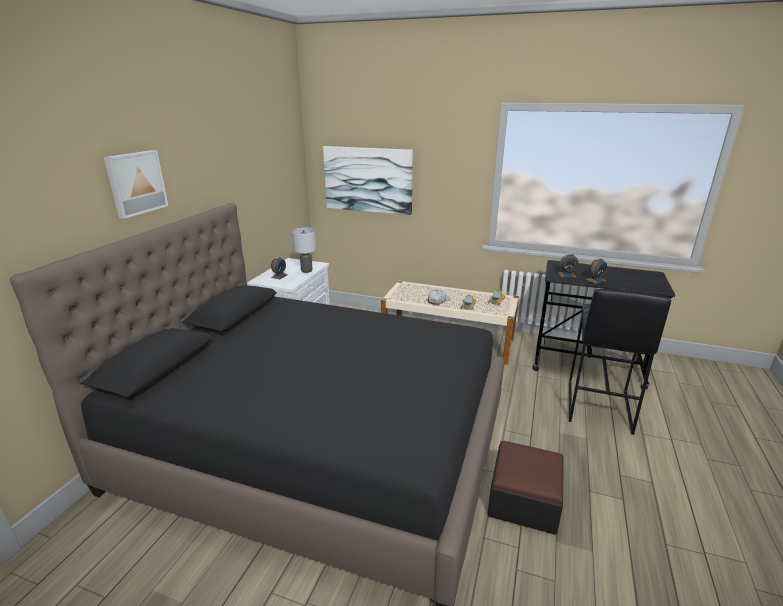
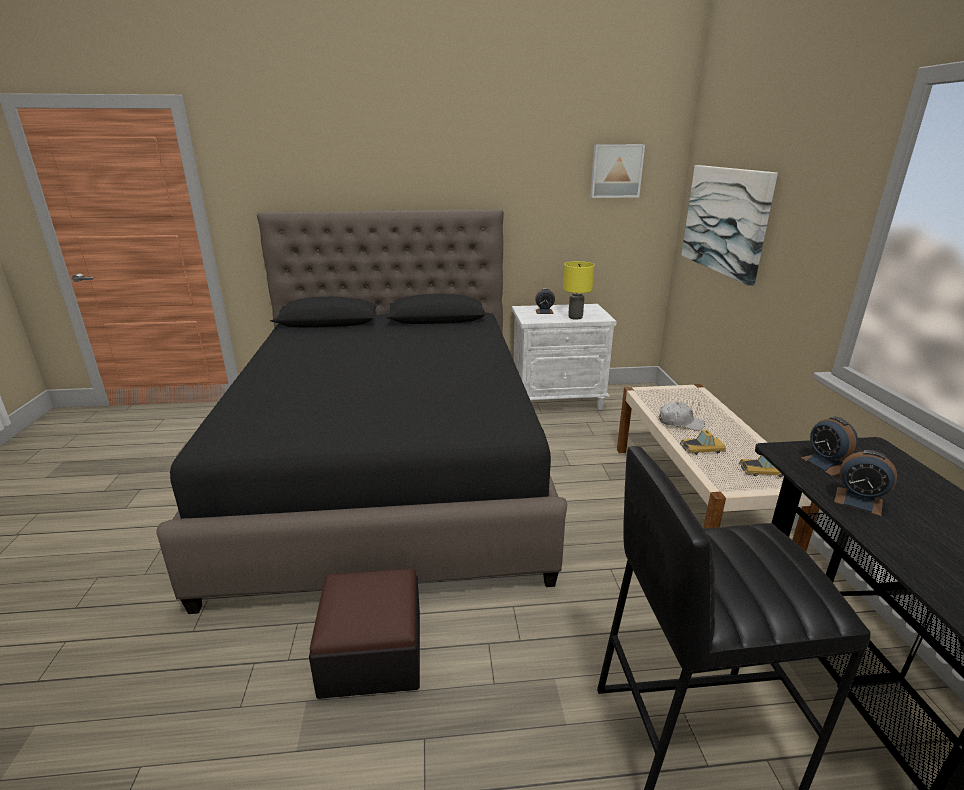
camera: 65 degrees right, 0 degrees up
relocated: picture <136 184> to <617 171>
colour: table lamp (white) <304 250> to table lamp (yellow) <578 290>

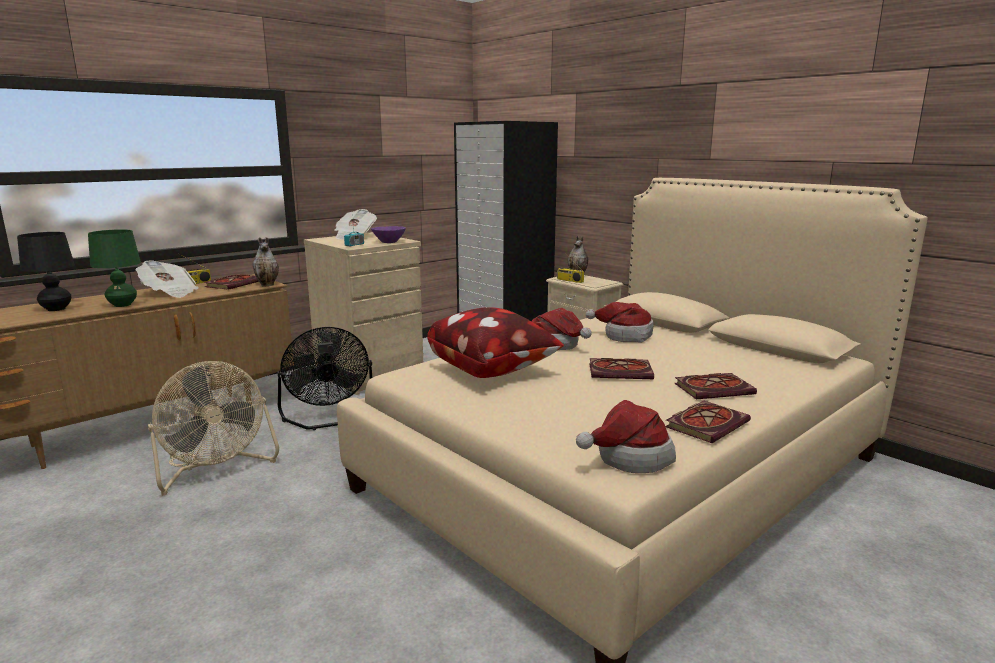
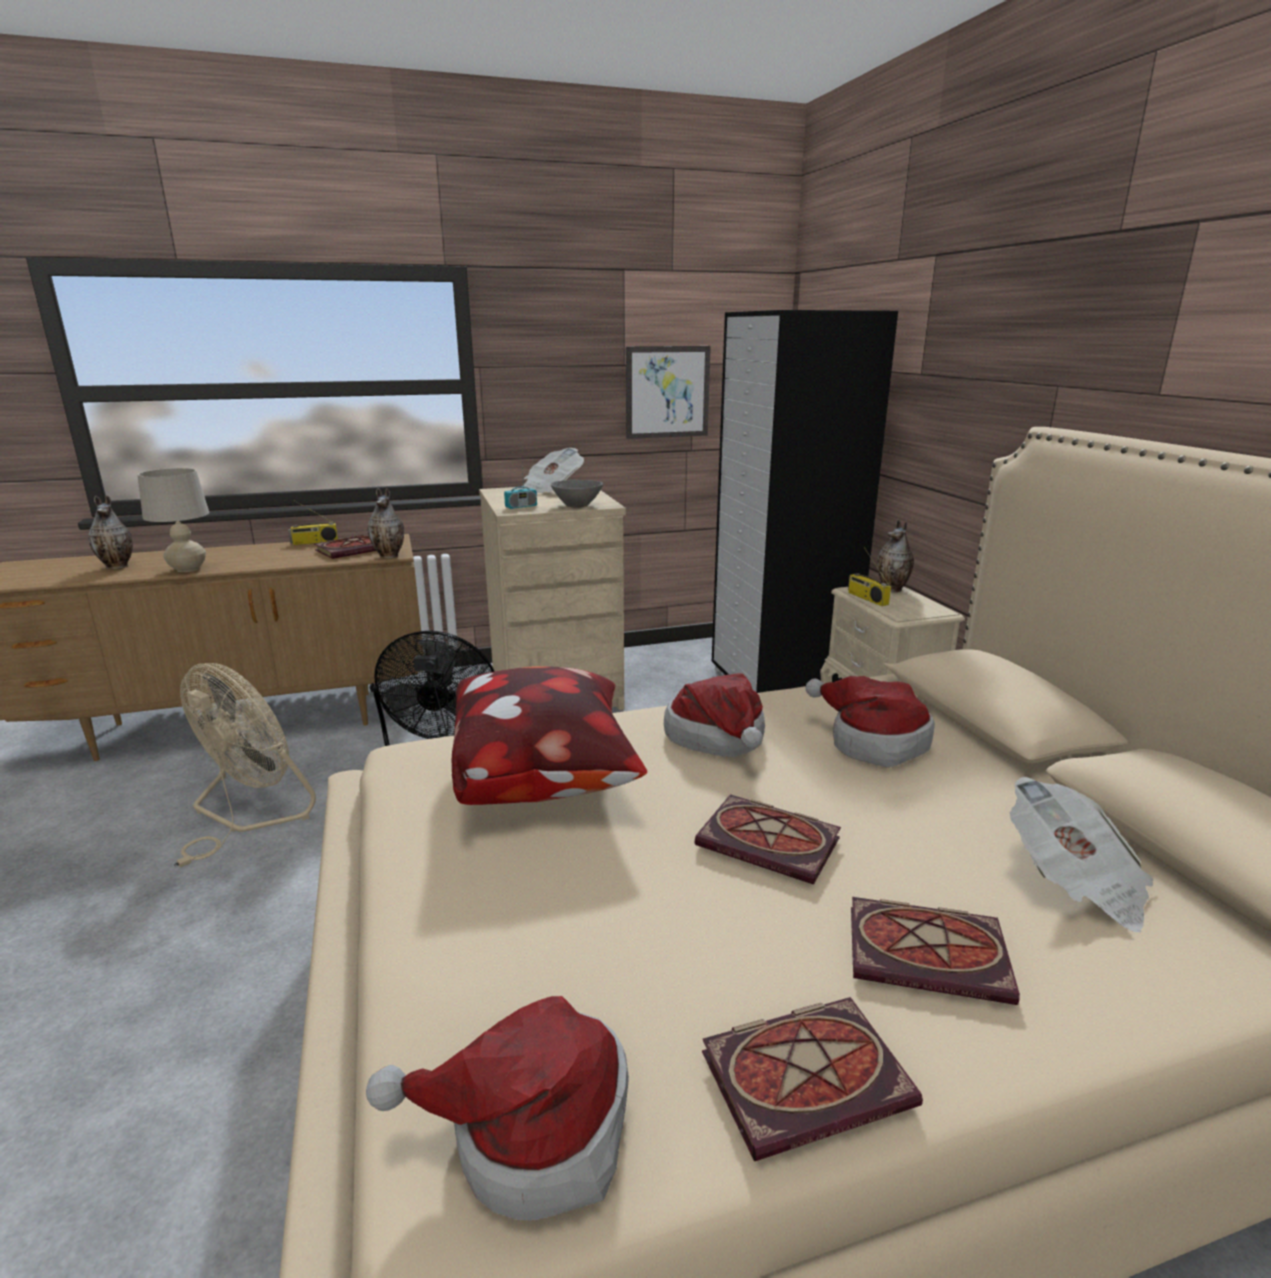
camera: 25 degrees right, 5 degrees up
appeared: picture <668 392>
relocated: newspaper <167 279> to <1081 854>
exchanged: table lamp (black) <46 271> to vase <110 532>
colour: table lamp (green) <114 268> to table lamp (beige) <173 520>; bowl (purple) <388 234> to bowl (grey) <577 494>
spun: fan (beige) <213 428> = <245 765> 135 degrees counterclockwise

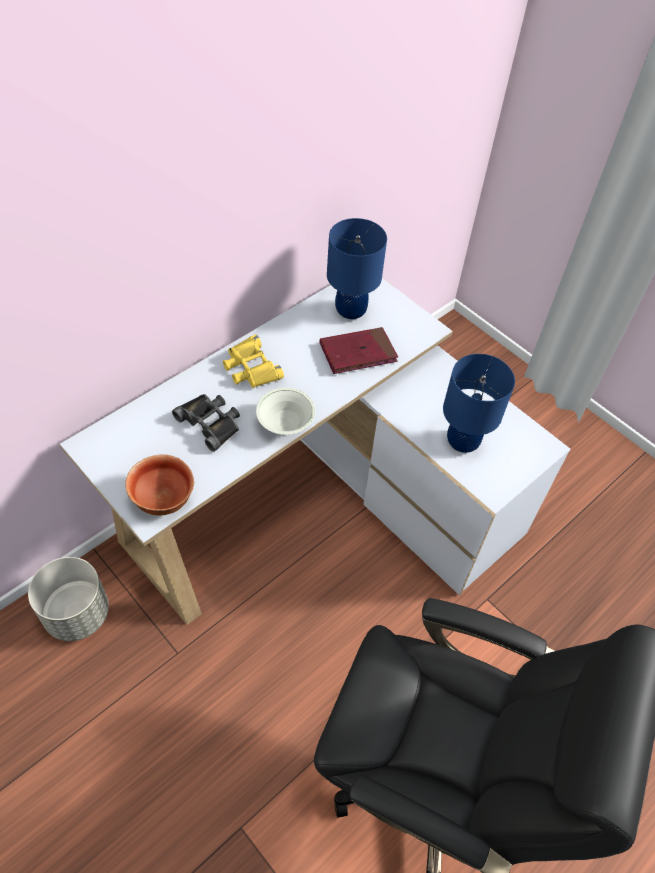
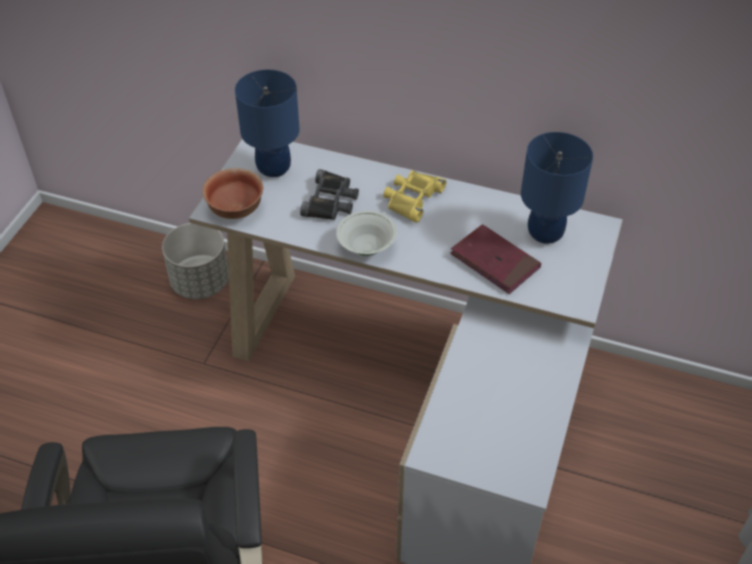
camera: 65 degrees right, 5 degrees down
relocated: table lamp (blue) <479 403> to <267 123>

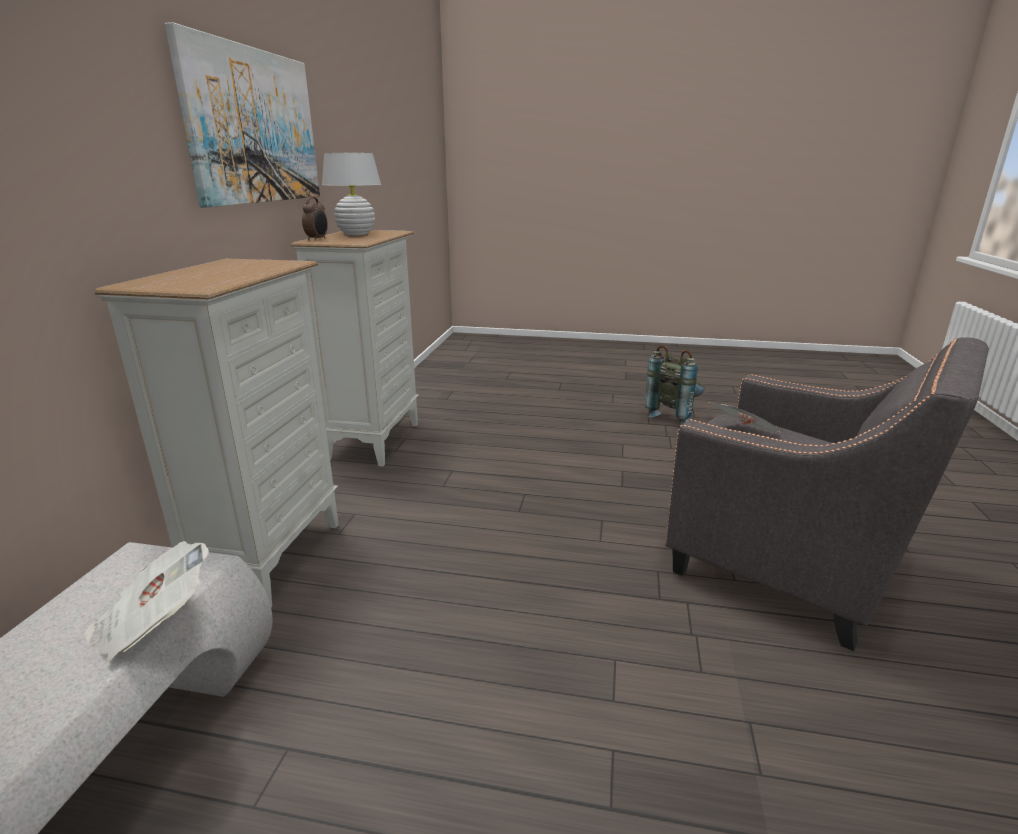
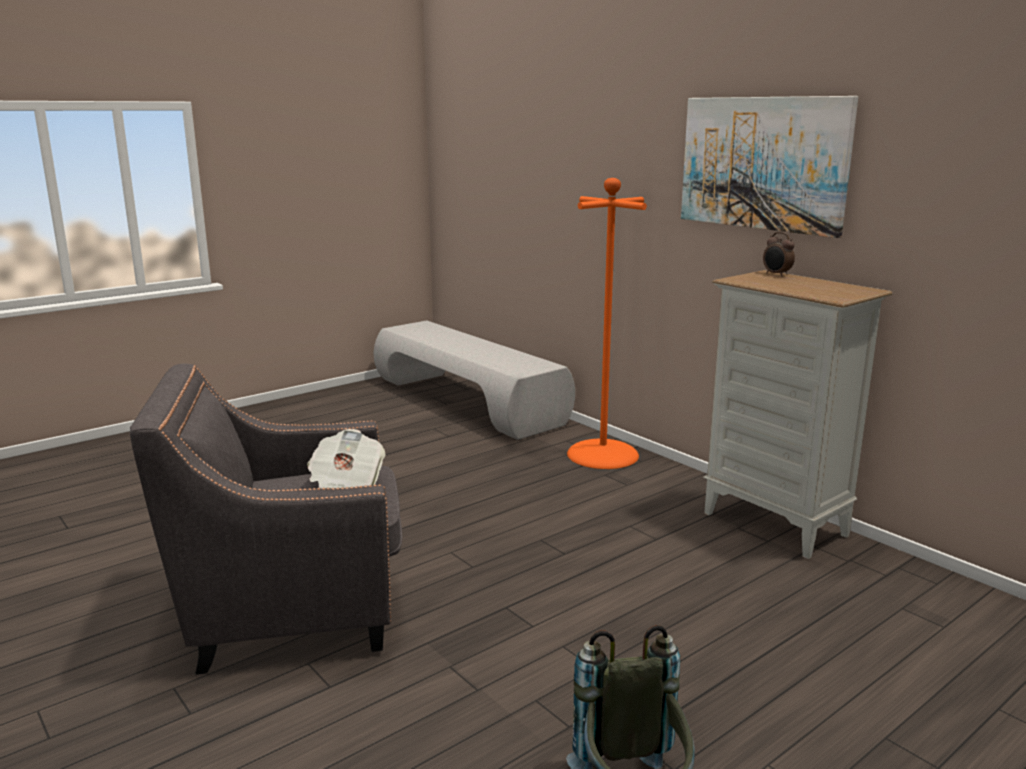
camera: 130 degrees right, 5 degrees down
missing: newspaper <146 601>; table lamp (white) <351 194>
exchanged: dresser (white) <216 432> to clothes rack (orange) <607 323>

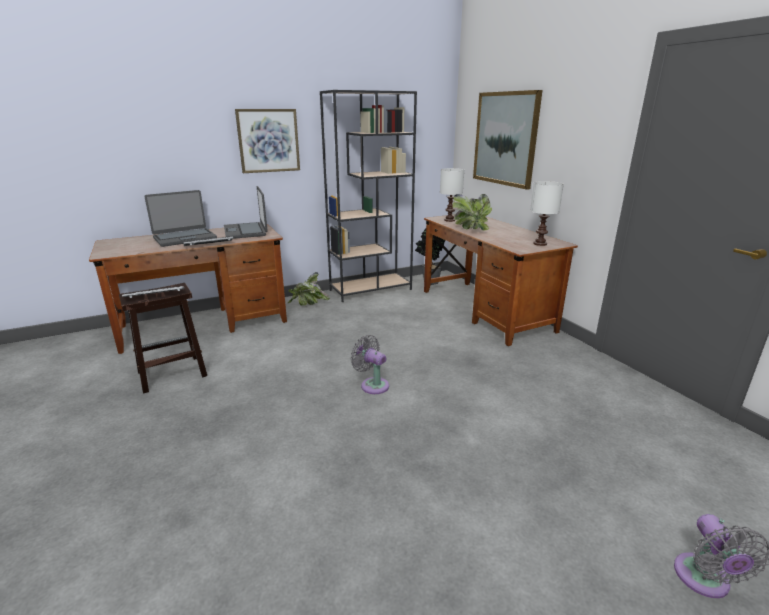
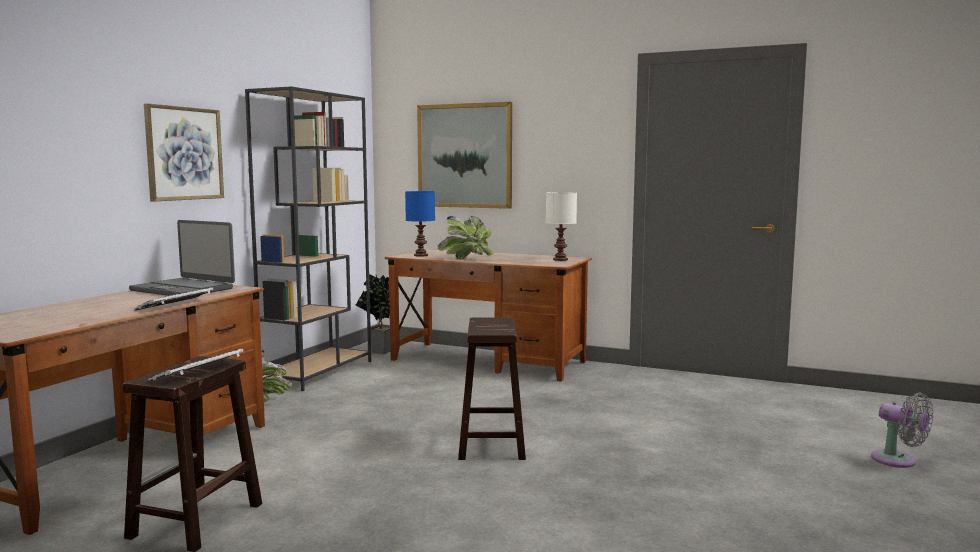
camera: 40 degrees left, 15 degrees down
missing: laptop <181 218>
exchanged: fan (grey) <369 364> to stool (brown) <492 389>
colour: table lamp (white) <452 195> to table lamp (blue) <420 224>

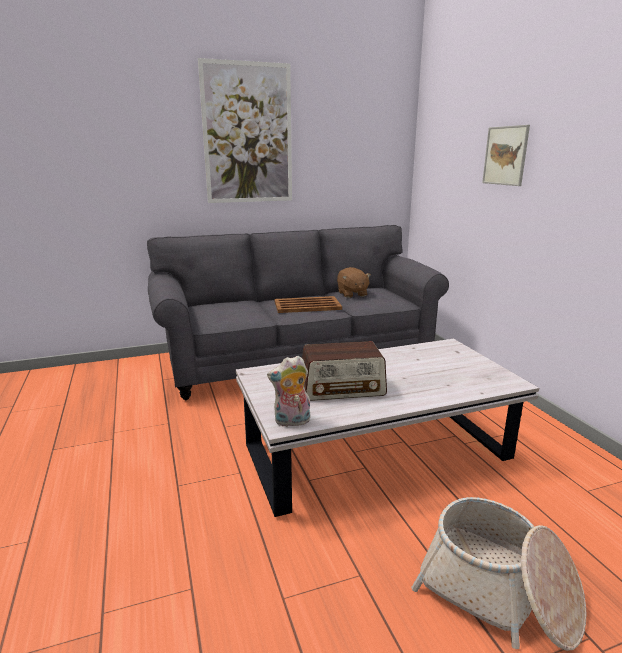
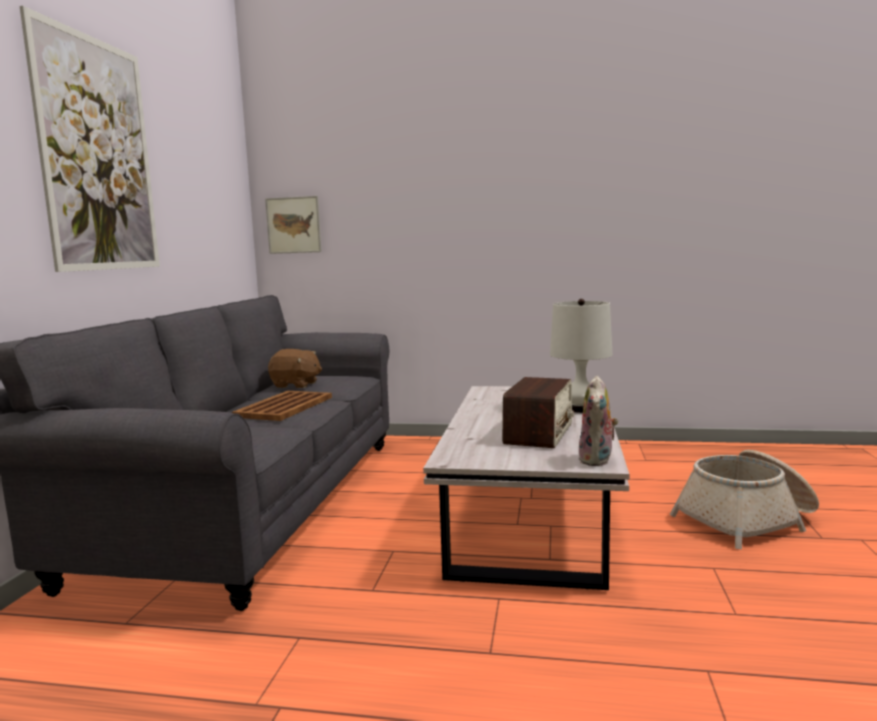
camera: 60 degrees left, 10 degrees down
appeared: table lamp (white) <581 356>
relocated: picture <506 155> to <293 225>

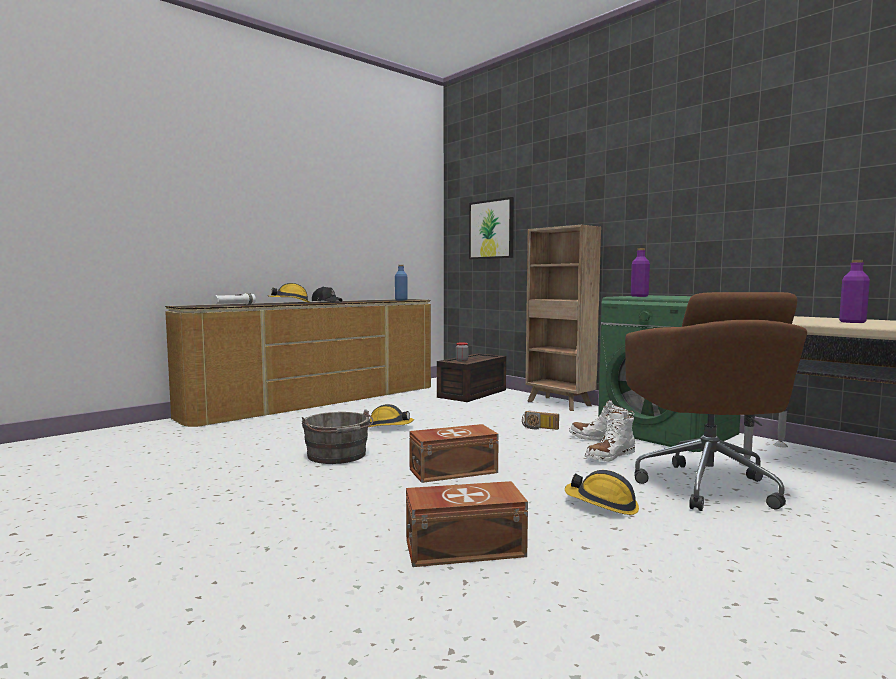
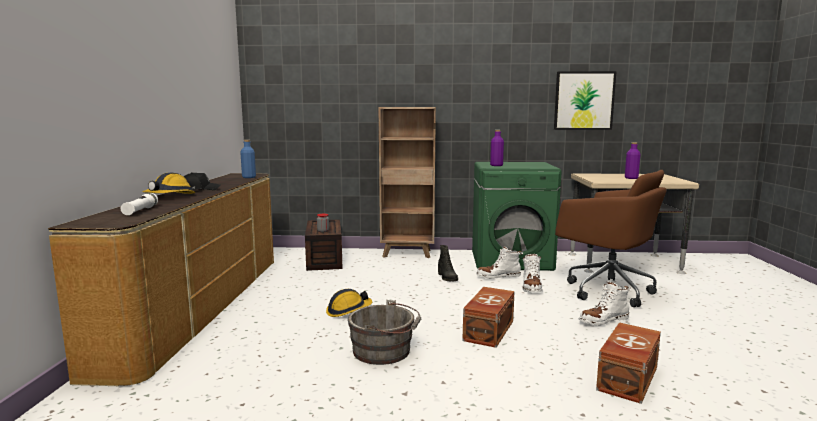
camera: 45 degrees left, 5 degrees up
relocated: picture <491 228> to <585 100>
exchanged: radio <540 420> to boot (black) <448 263>; hard hat <602 492> to boot (white) <605 303>

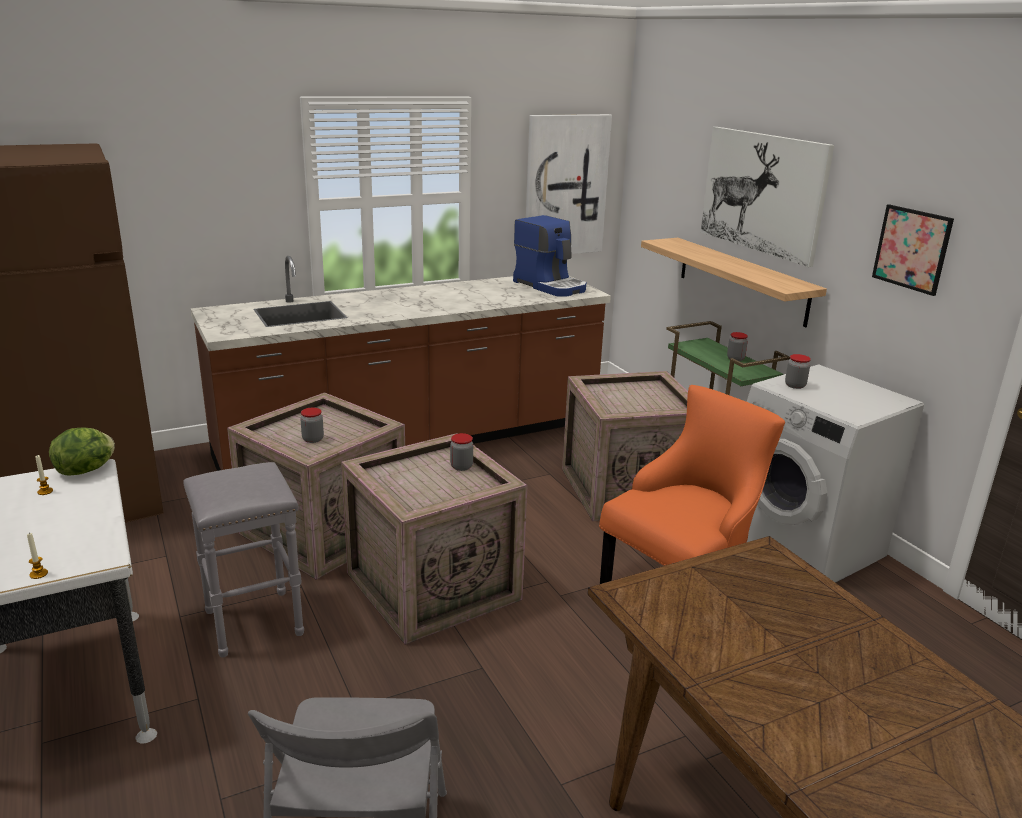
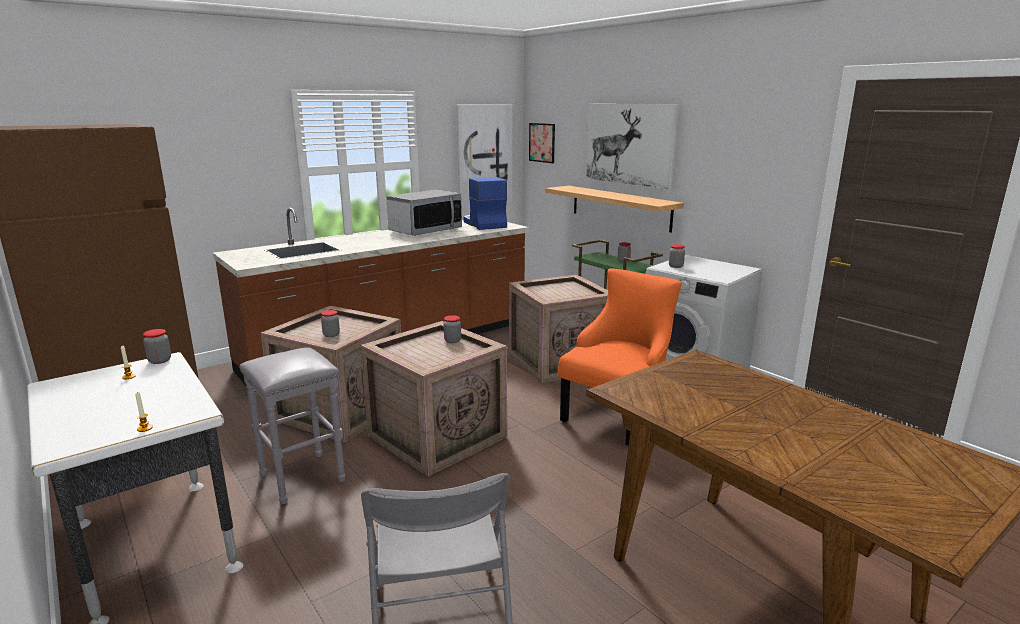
camera: 10 degrees left, 5 degrees down
appeared: microwave <424 213>
relocated: picture <913 250> to <542 143>
exchanged: lettuce <82 451> to jar <157 346>
spun: coffee machine <549 255> = <485 203> 150 degrees counterclockwise

